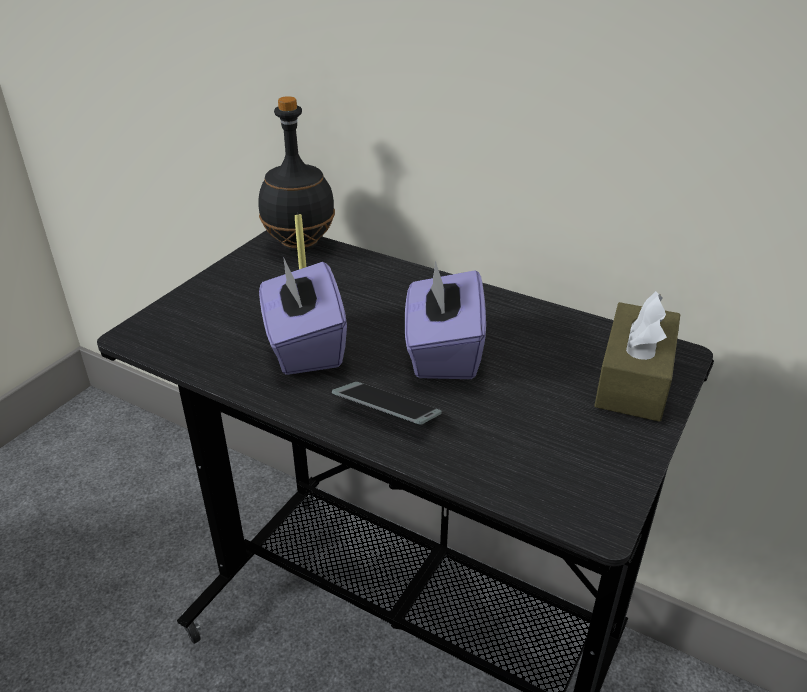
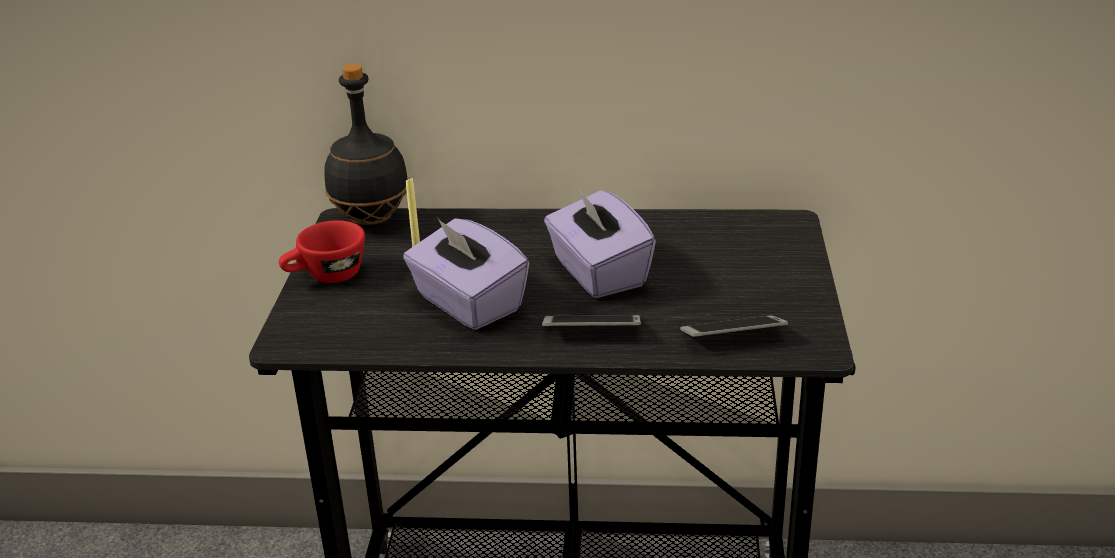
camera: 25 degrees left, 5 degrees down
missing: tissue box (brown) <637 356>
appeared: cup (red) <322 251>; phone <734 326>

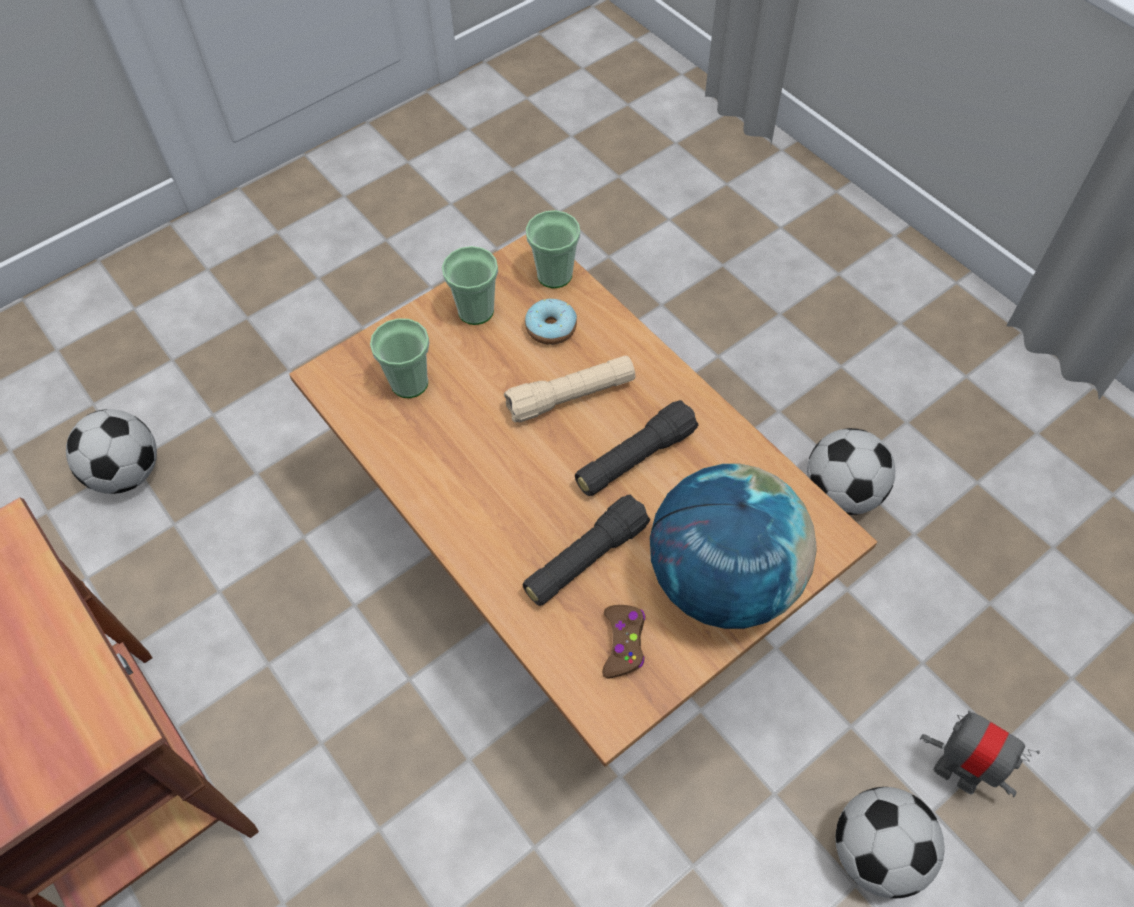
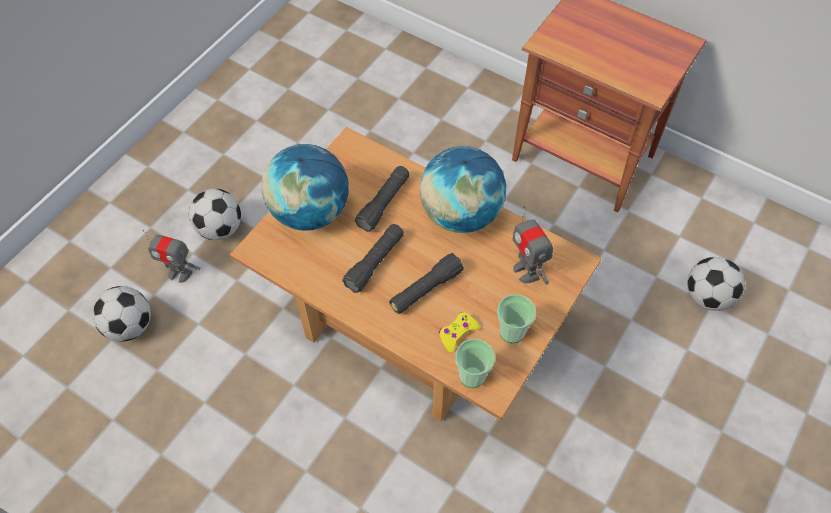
camera: 160 degrees right, 0 degrees up
missing: game controller (brown) <623 642>
appeared: globe <463 189>
relocated: football <851 471> to <122 314>
exchanged: cup <400 358> to toy robot <533 245>; donut <551 322> to game controller (yellow) <459 332>
colour: flashlight (beige) <569 389> to flashlight (black) <426 283>

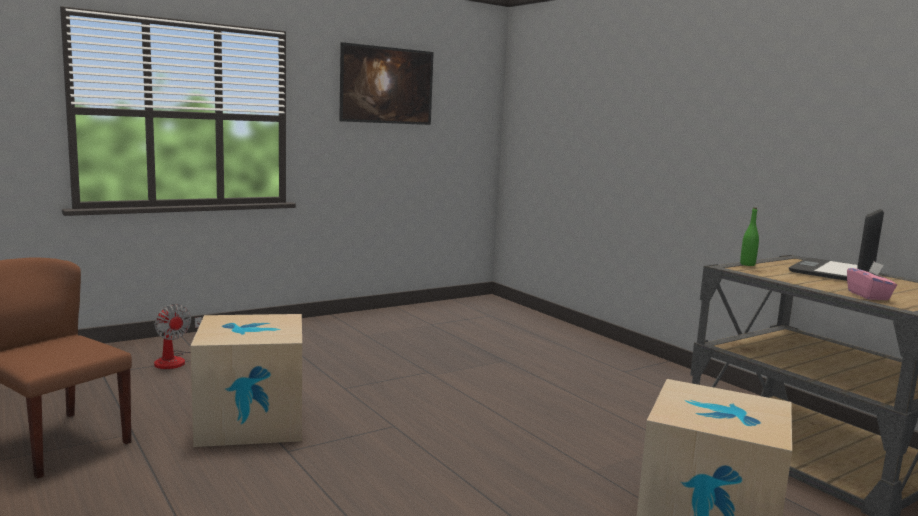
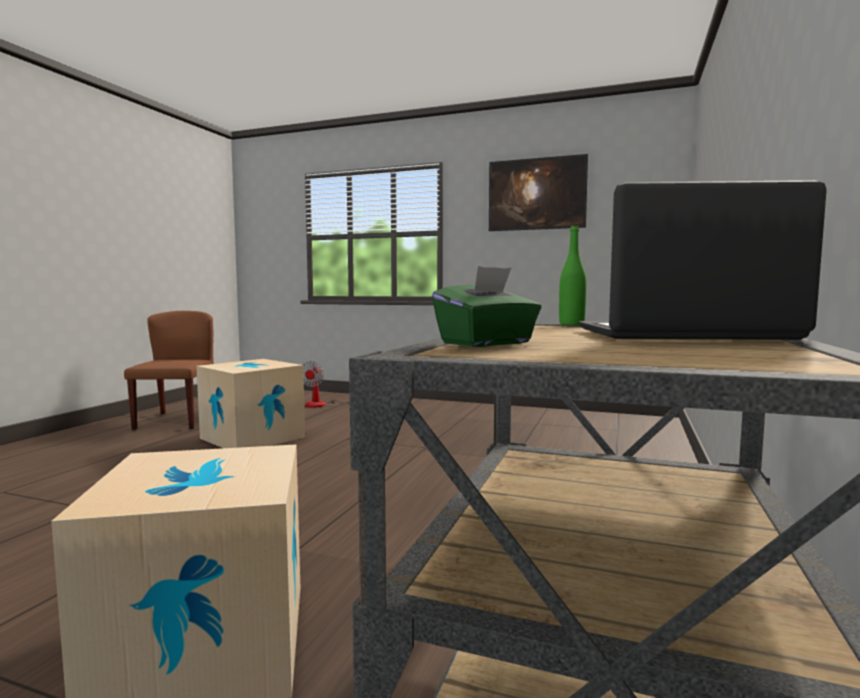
camera: 55 degrees right, 5 degrees down
colour: tissue box (pink) <872 281> to tissue box (green) <486 306>

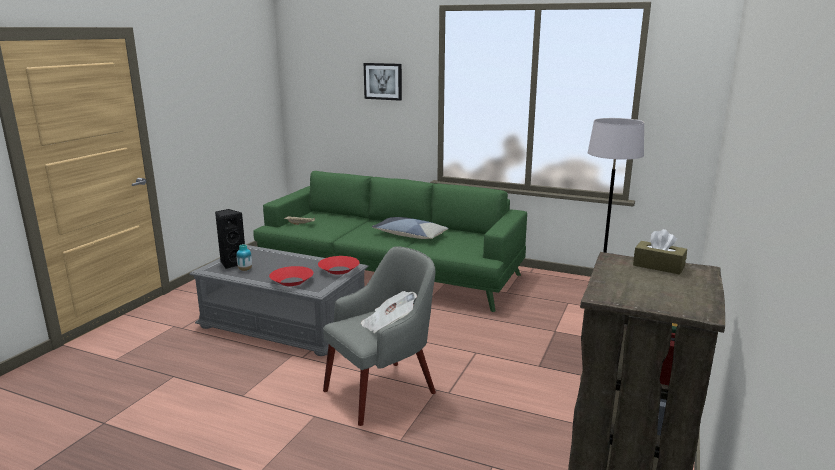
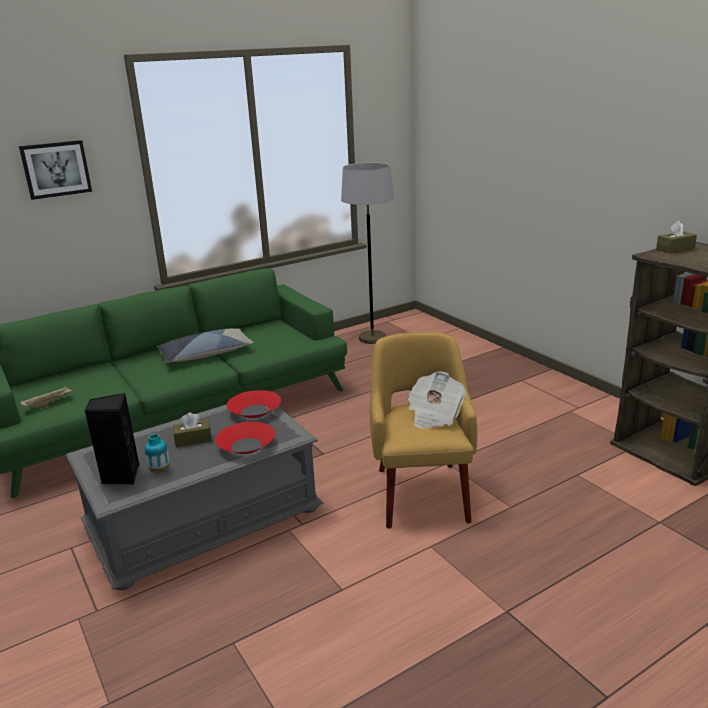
camera: 55 degrees left, 5 degrees up
appeared: tissue box (brown) <192 429>
colour: armchair (grey) <379 336> to armchair (yellow) <423 430>

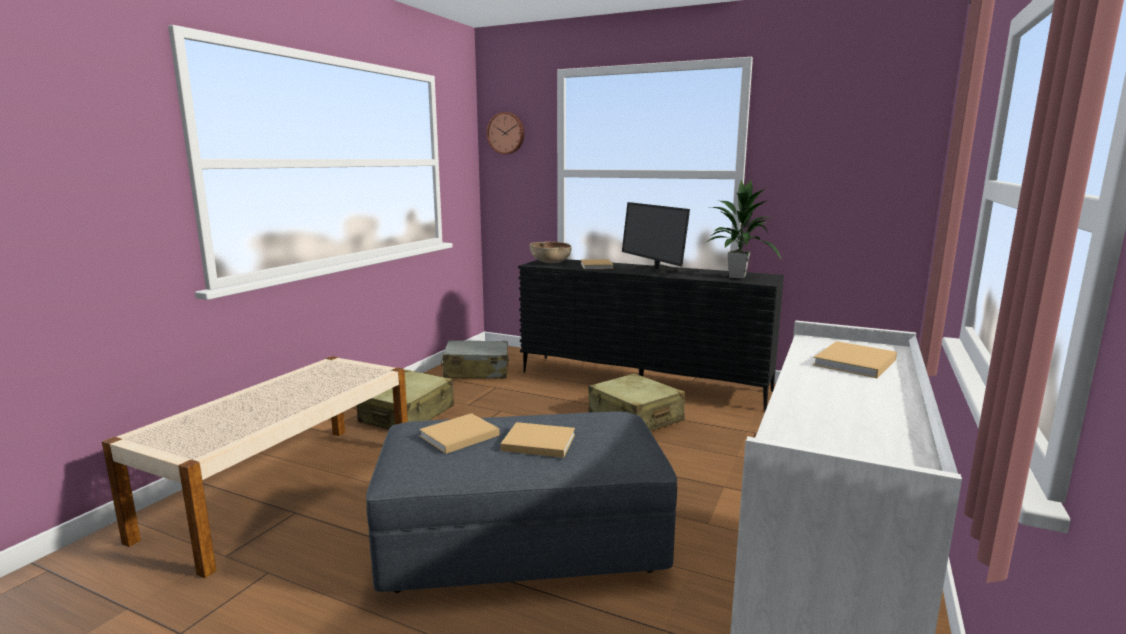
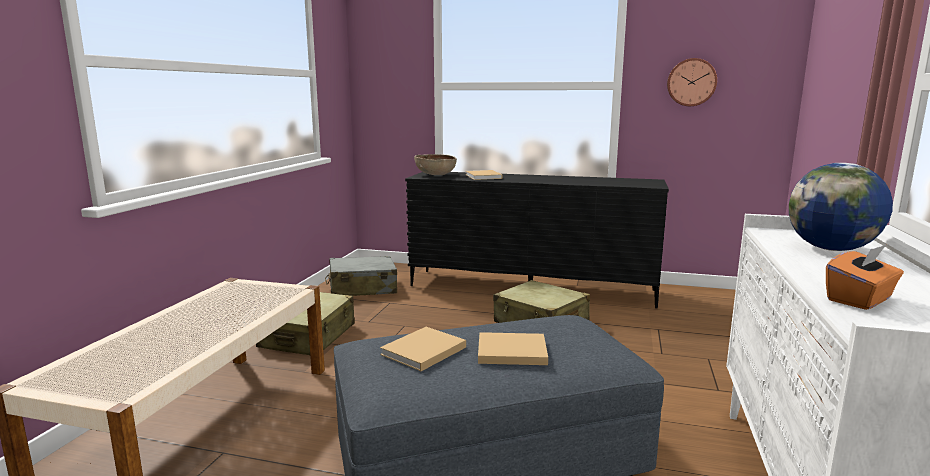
camera: 10 degrees left, 0 degrees up
missing: monitor <656 238>; potted plant <743 229>
appeared: tissue box (orange) <865 277>
relocated: wall clock <505 133> to <692 82>
exchanged: book (beige) <855 359> to globe <841 207>

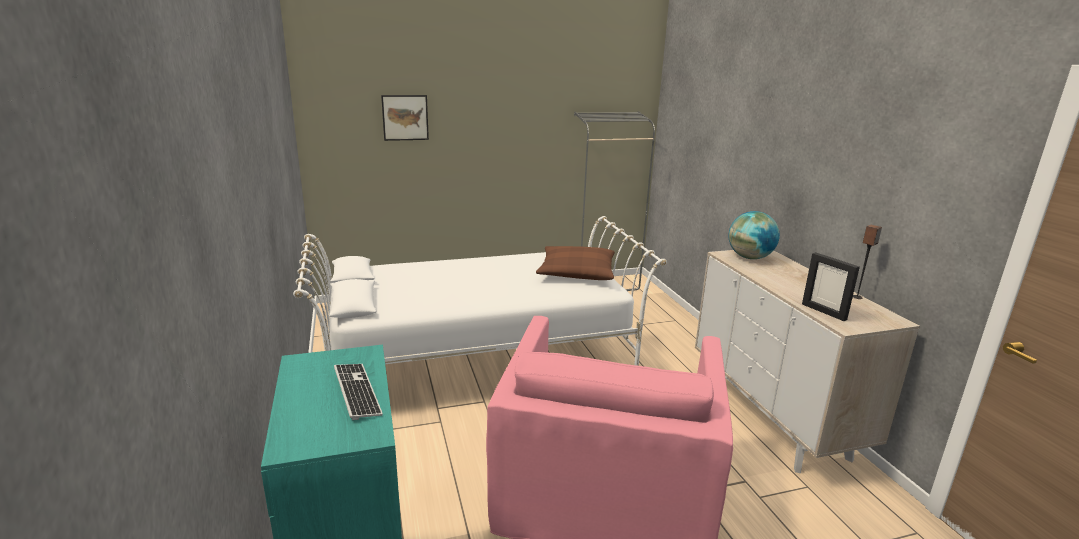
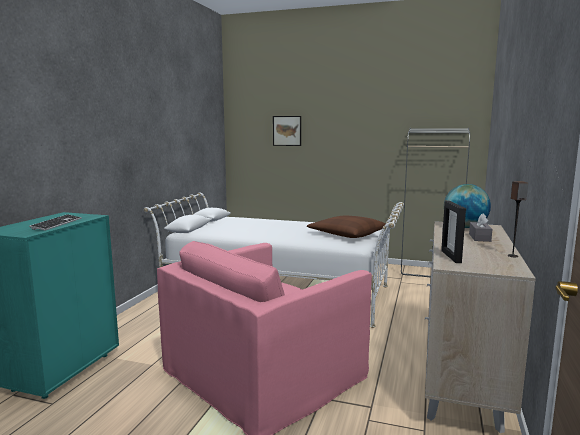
camera: 35 degrees right, 10 degrees down
appeared: tissue box (grey) <480 227>

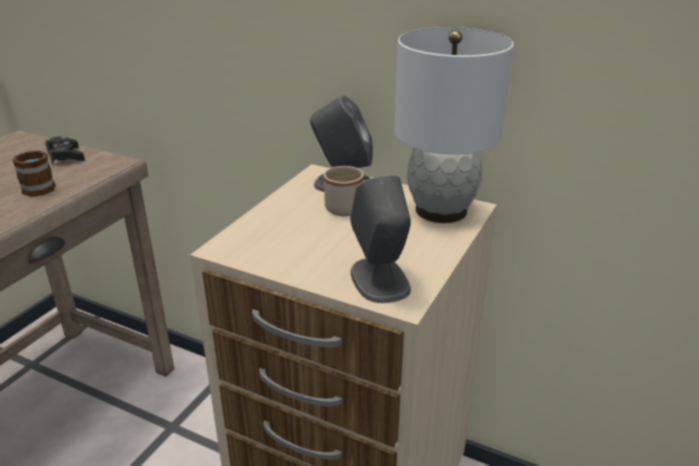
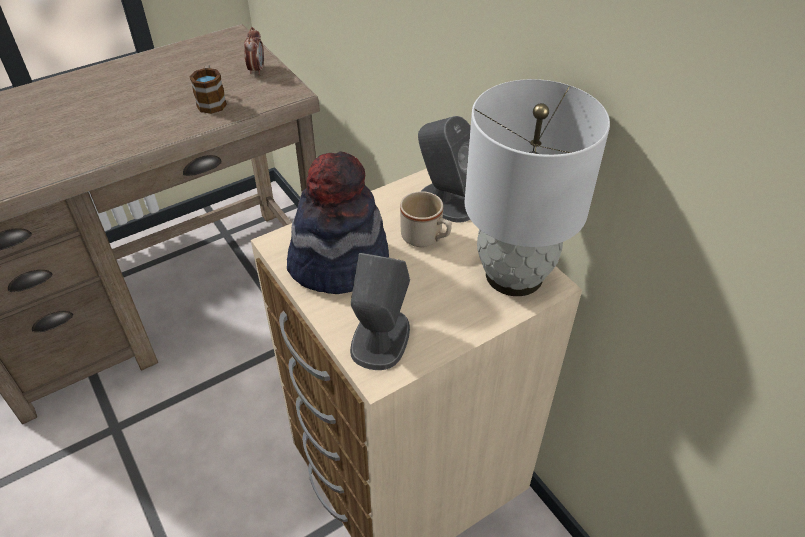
camera: 30 degrees right, 15 degrees up
appeared: hat <338 222>
exchanged: game controller (black) <65 150> to alarm clock <254 51>

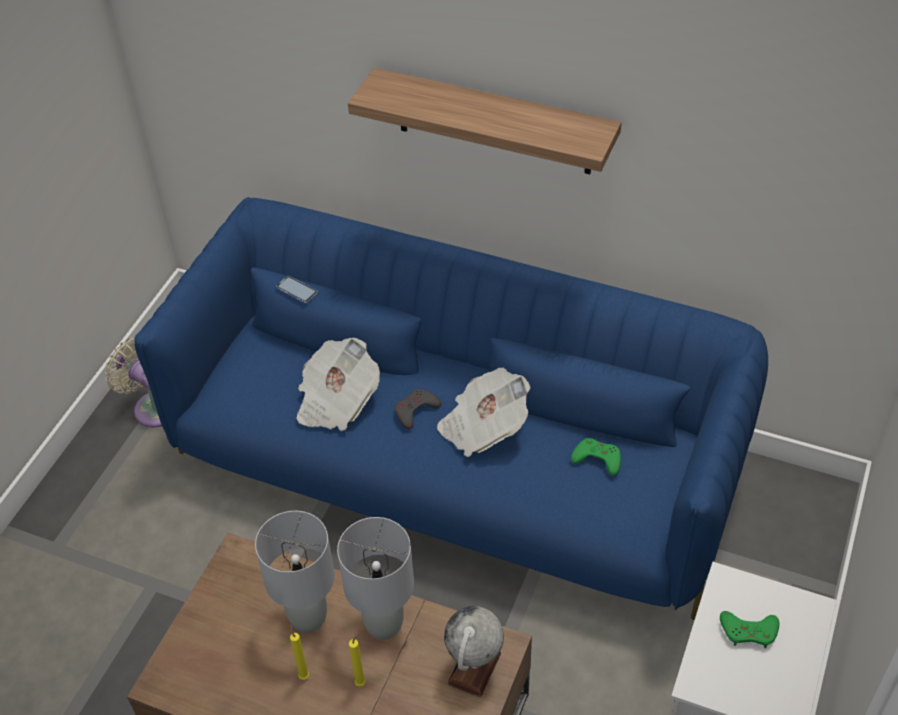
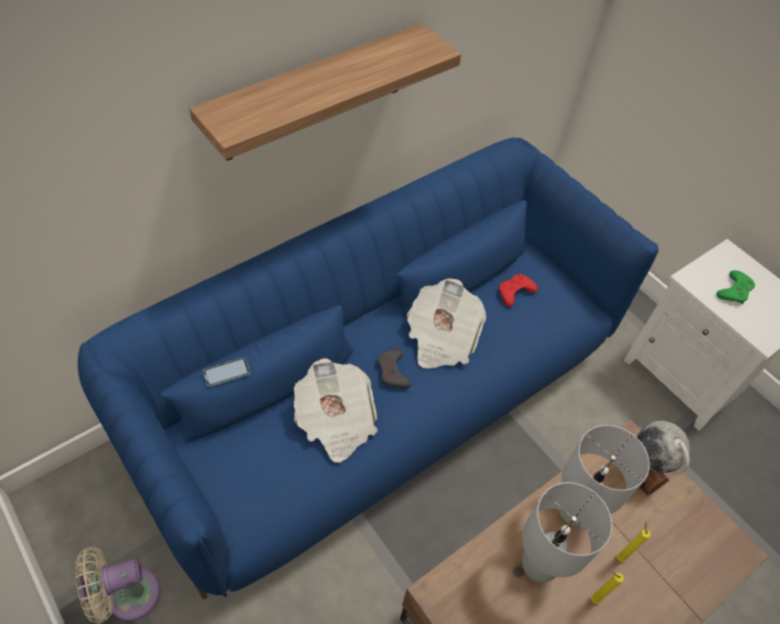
camera: 65 degrees left, 5 degrees up
colour: game controller (green) <596 456> to game controller (red) <518 290>

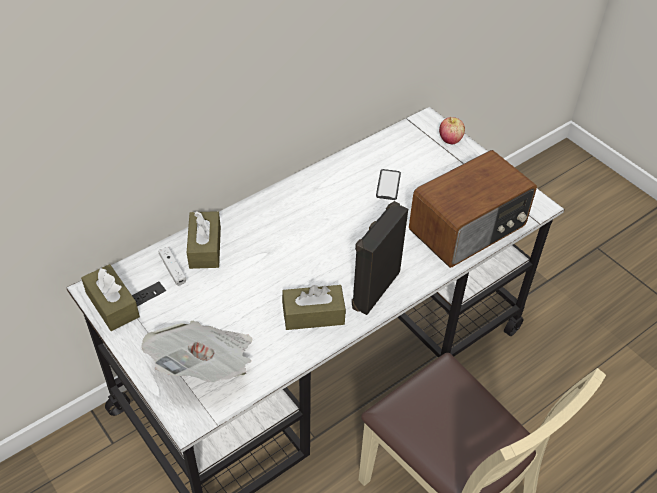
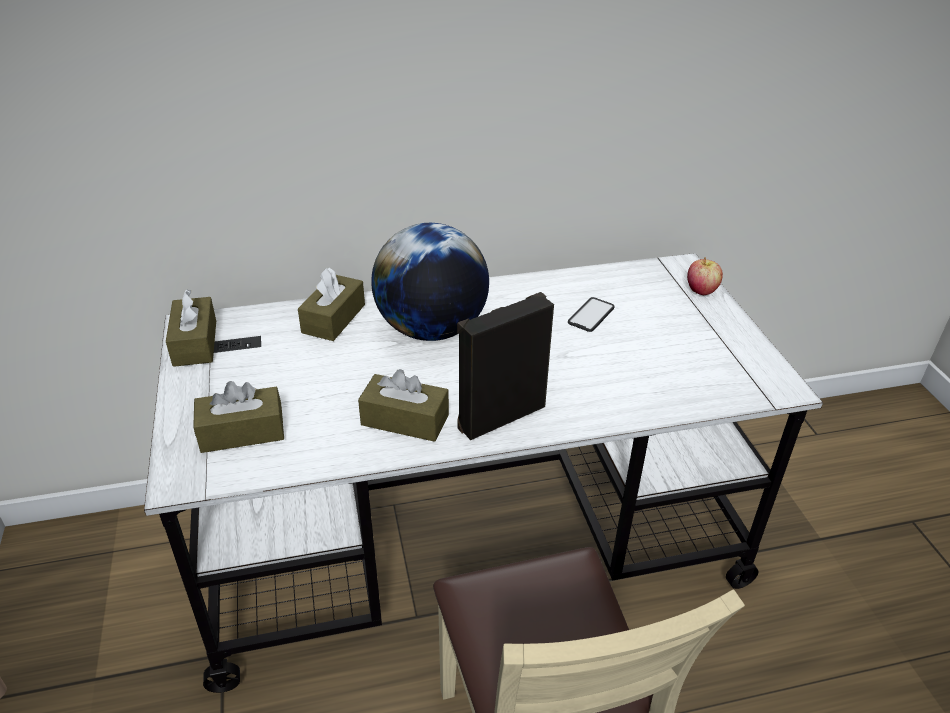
camera: 25 degrees right, 10 degrees down
missing: game controller (white) <172 266>; radio <473 209>
appeared: globe <430 282>
exchanged: newspaper <196 351> to tissue box (brown) <238 417>

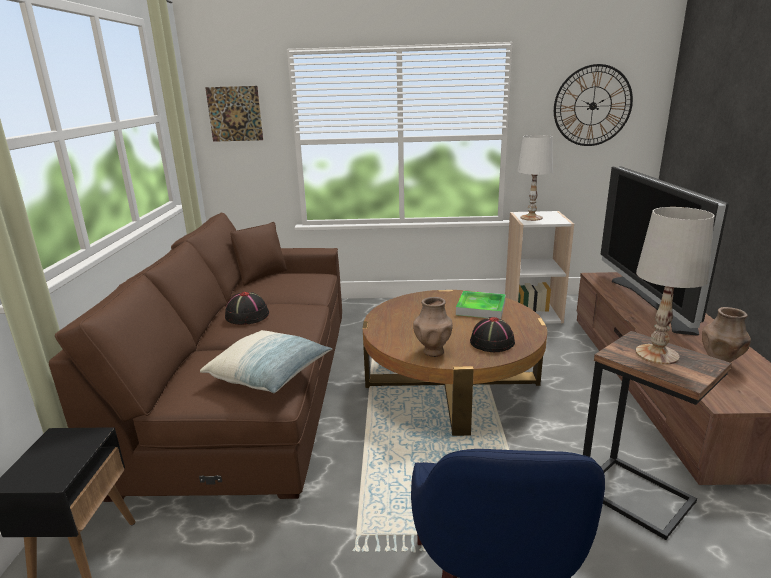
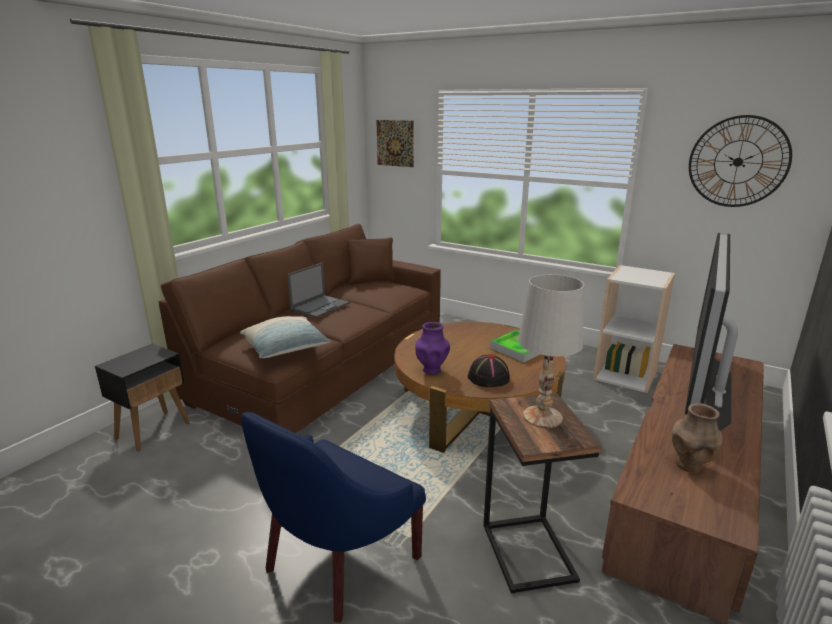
camera: 30 degrees right, 0 degrees up
missing: table lamp (white) <535 178>
exchanged: hat (black) <247 308> to laptop <318 290>
colour: vase (brown) <433 327> to vase (purple) <432 348>

